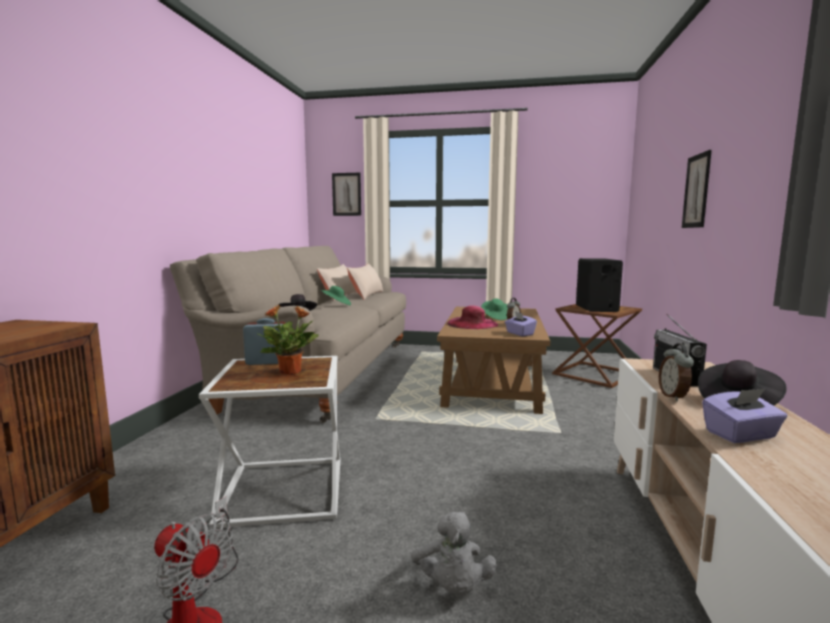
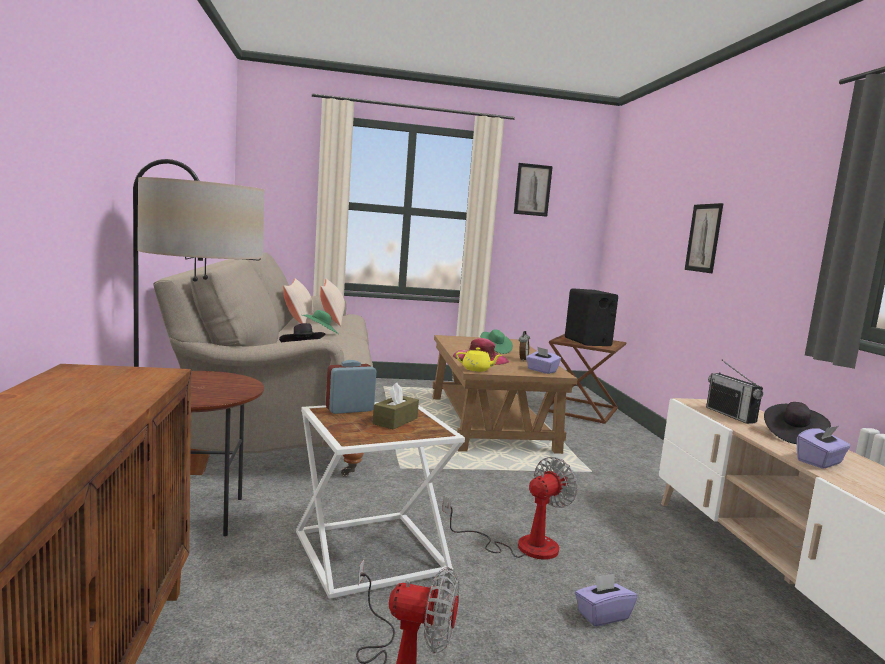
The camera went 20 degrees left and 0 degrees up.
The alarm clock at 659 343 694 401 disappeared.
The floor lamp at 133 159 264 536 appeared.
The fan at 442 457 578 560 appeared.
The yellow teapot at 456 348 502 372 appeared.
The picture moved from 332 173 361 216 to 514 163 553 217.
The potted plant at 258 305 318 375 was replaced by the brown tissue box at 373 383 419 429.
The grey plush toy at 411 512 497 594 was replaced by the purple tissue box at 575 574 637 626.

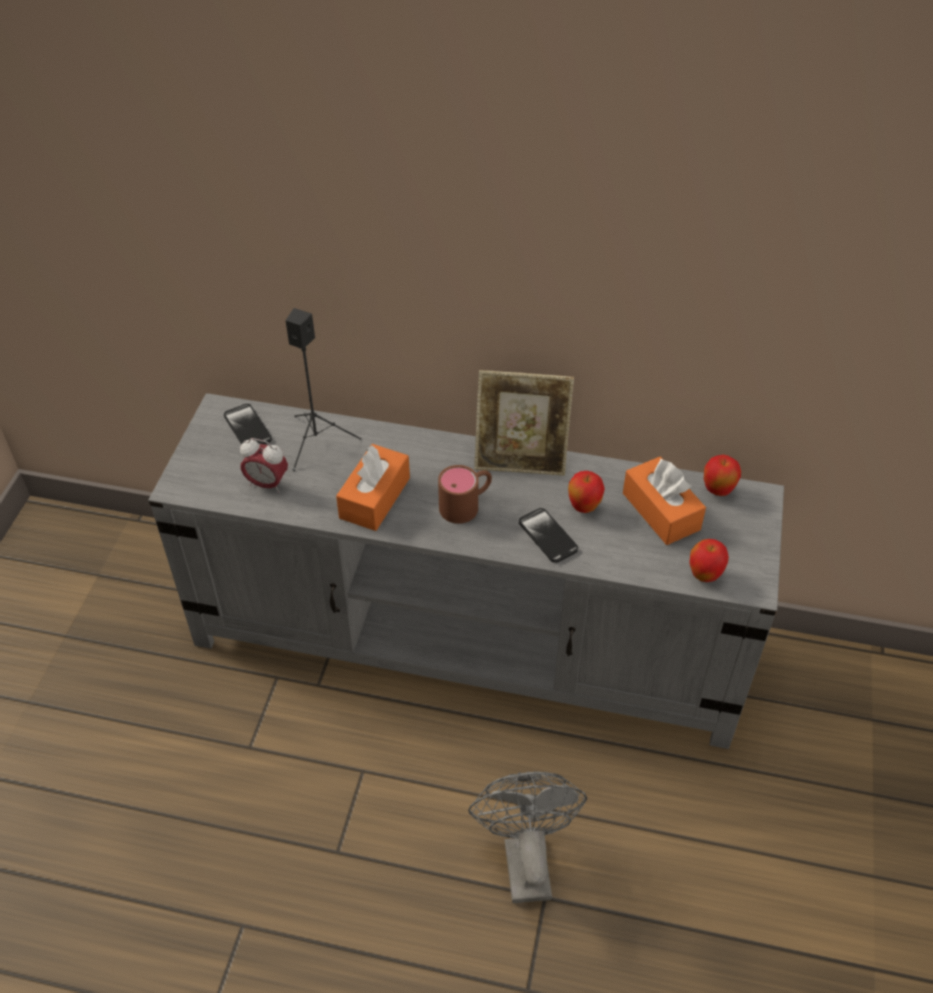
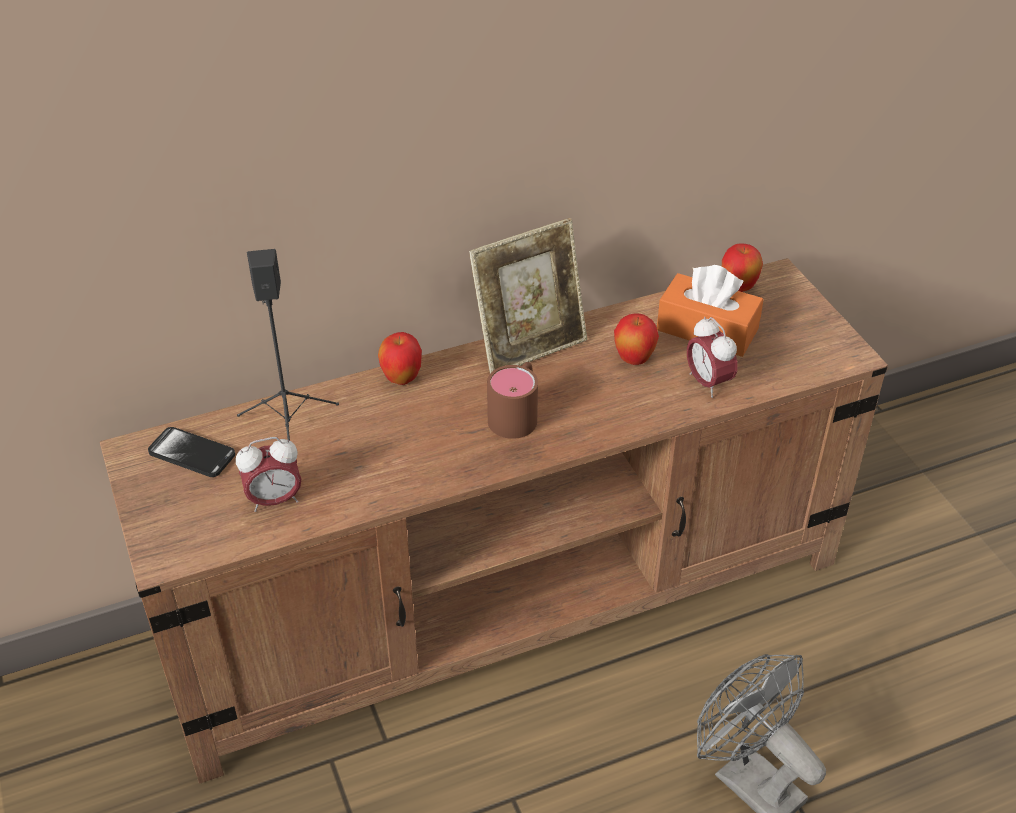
The camera went 35 degrees left and 5 degrees down.
The orange tissue box at 336 444 410 531 disappeared.
The phone at 519 508 578 563 disappeared.
The alarm clock at 687 317 738 398 appeared.
The apple moved from 689 539 729 582 to 378 332 422 385.
The grey tv stand at 148 393 784 749 became the brown tv stand at 100 258 888 784.

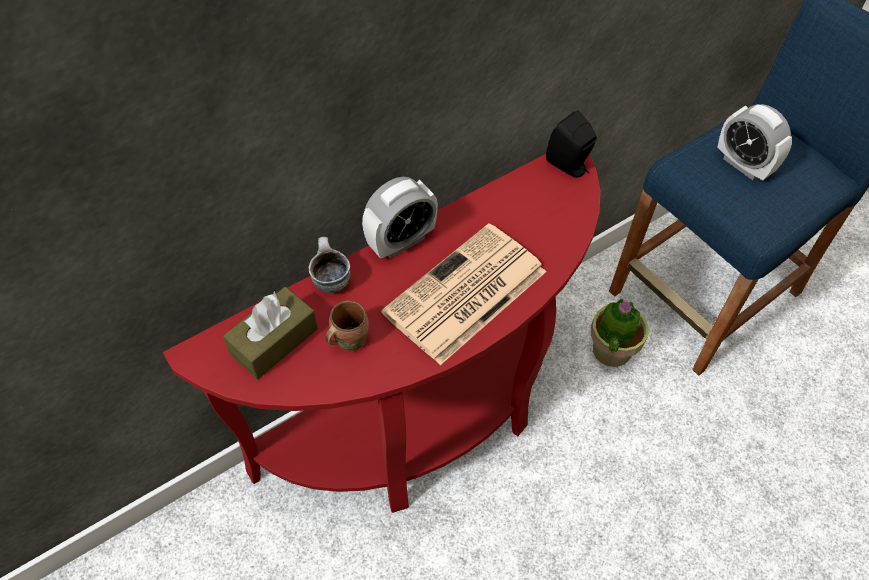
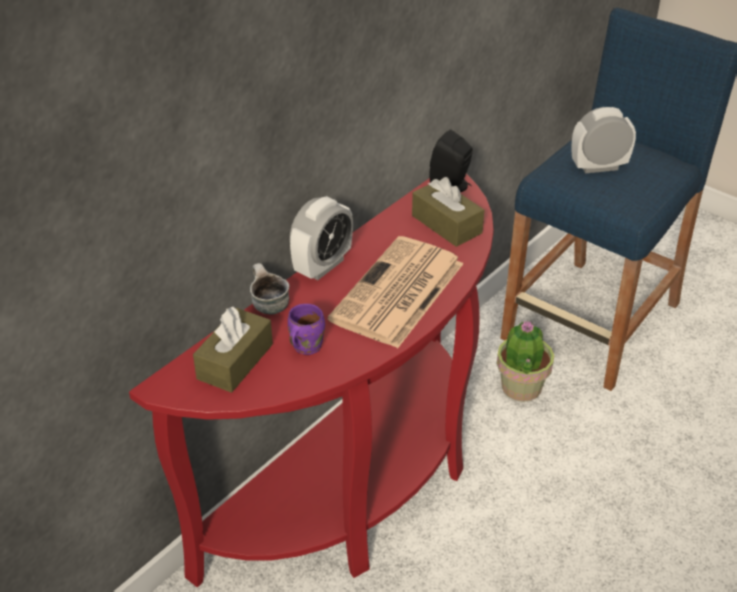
The camera went 15 degrees left and 15 degrees down.
The brown tissue box at 412 177 484 247 appeared.
The brown mug at 326 301 369 351 became the purple mug at 288 304 325 355.
The alarm clock at 717 104 792 180 turned 135 degrees clockwise.

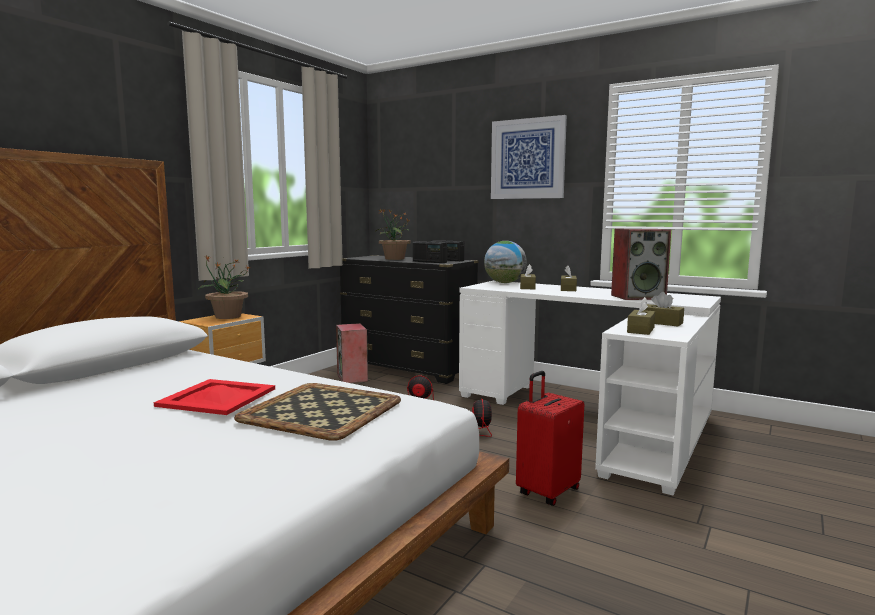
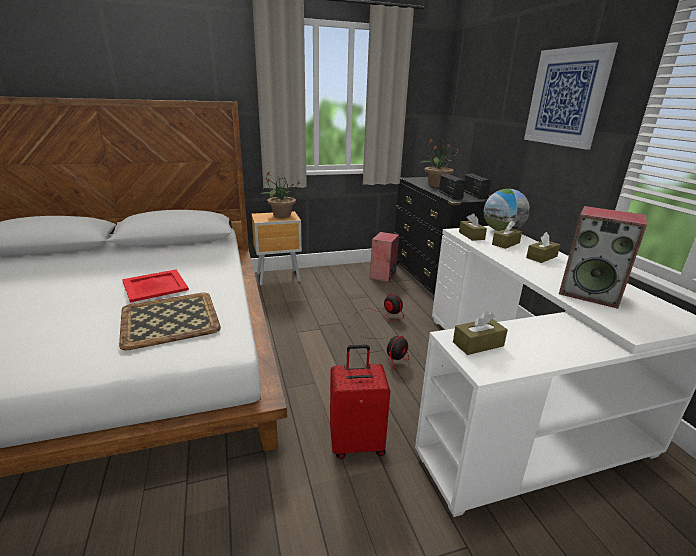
The camera went 40 degrees right and 15 degrees up.
The brown tissue box moved from 645 292 684 326 to 459 213 487 241.

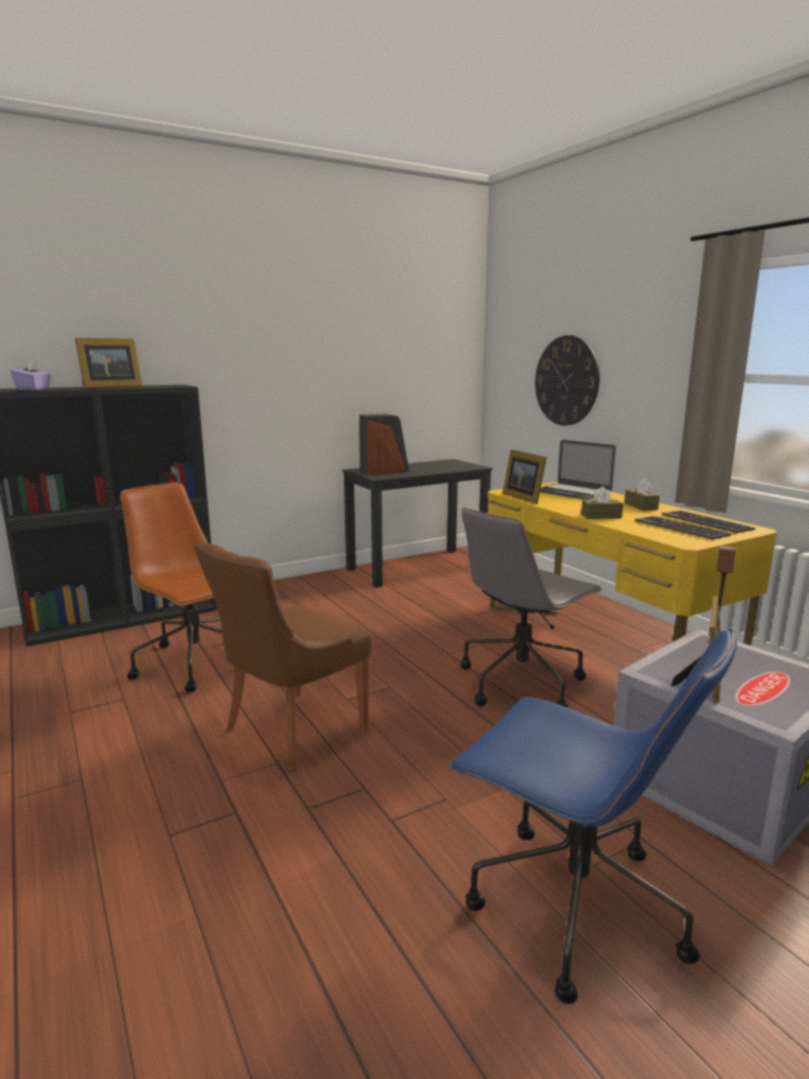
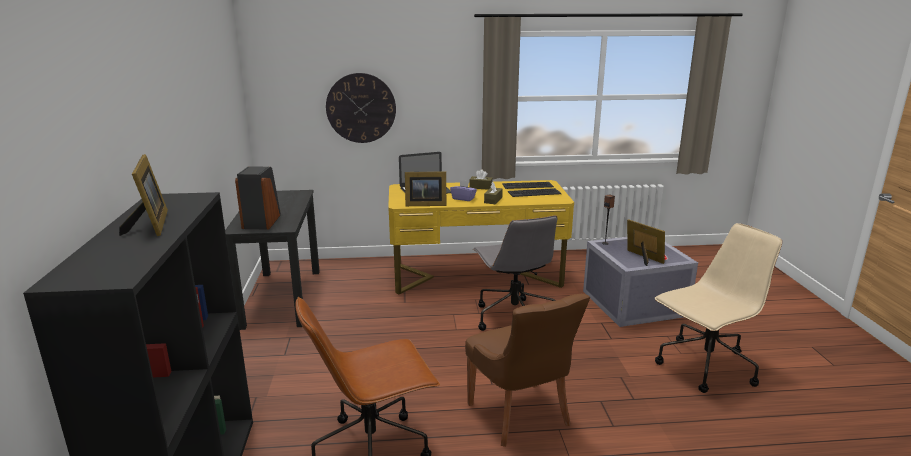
The camera went 65 degrees left and 5 degrees up.
The purple tissue box moved from 11 361 51 390 to 450 180 477 201.
The blue office chair at 448 628 737 1004 became the beige office chair at 654 223 782 393.

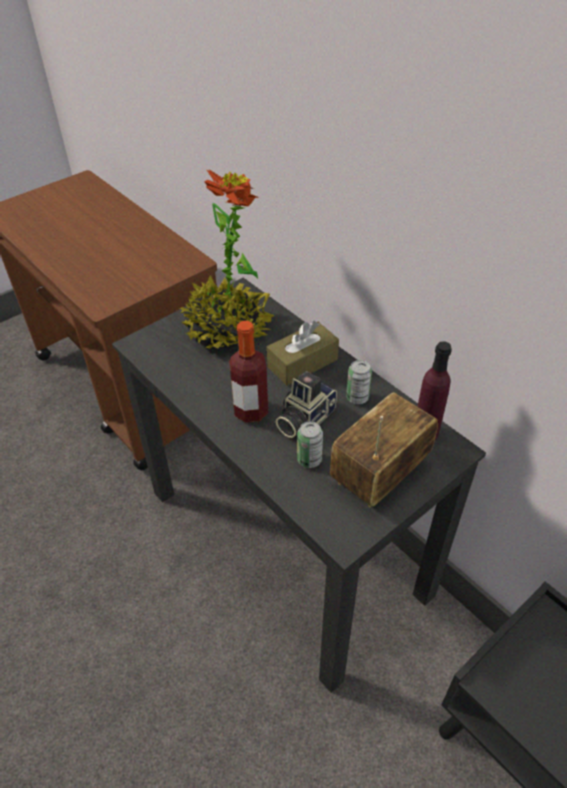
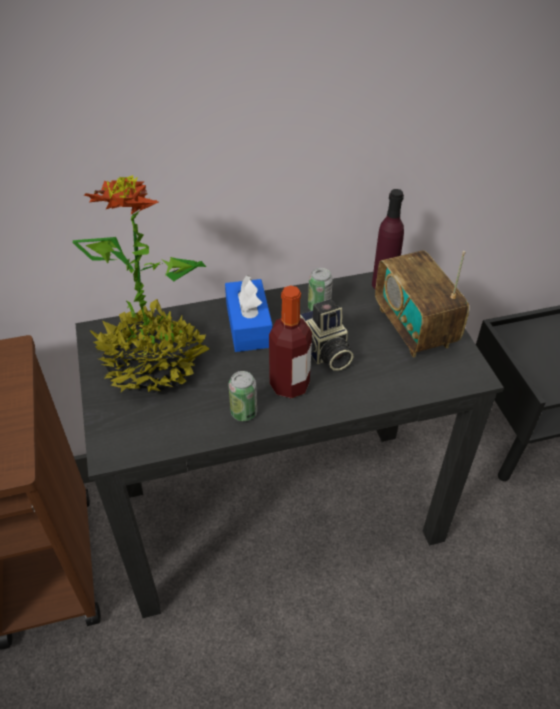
The camera went 65 degrees left and 0 degrees up.
The can moved from 297 421 323 468 to 229 371 257 421.
The brown tissue box at 266 321 339 386 became the blue tissue box at 225 275 273 352.

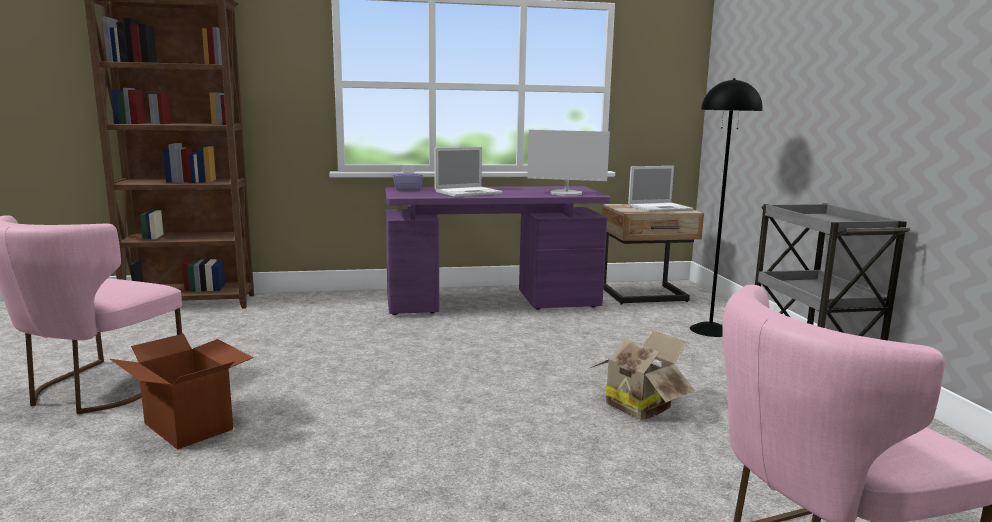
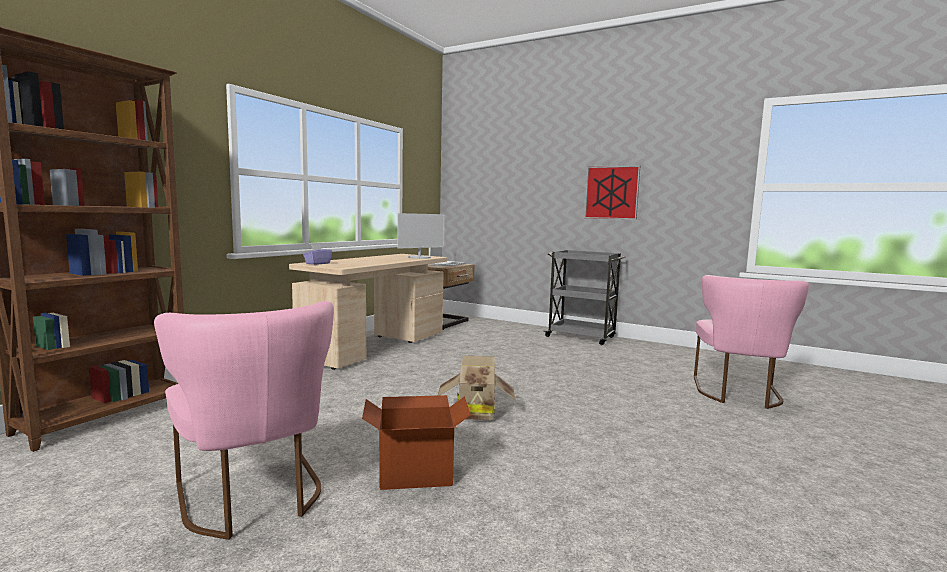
The camera went 50 degrees left and 5 degrees down.
The laptop at 434 147 503 197 disappeared.
The black floor lamp at 690 78 763 337 disappeared.
The picture at 584 165 640 220 appeared.
The cardboard box moved from 588 331 695 420 to 438 356 515 420.
The purple desk at 385 186 610 315 became the beige desk at 289 254 447 370.

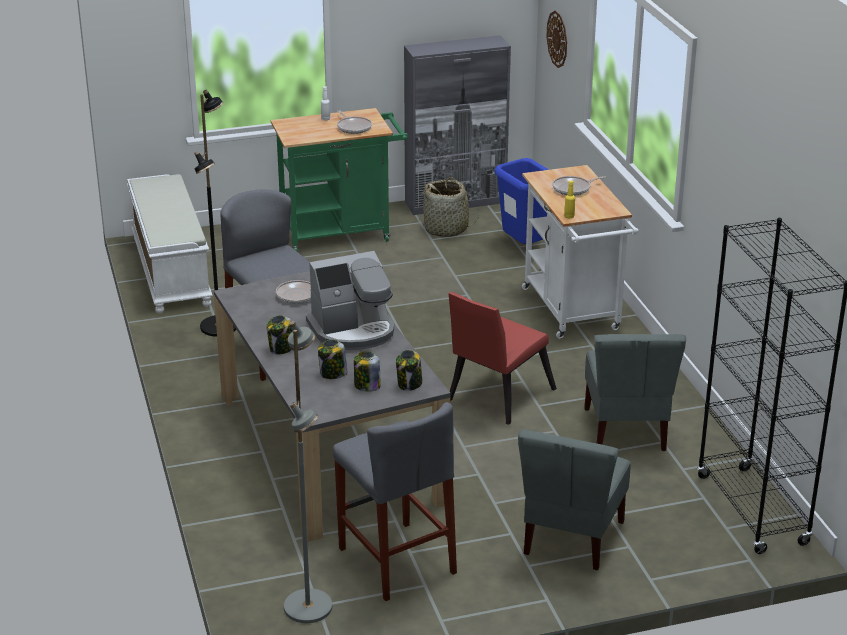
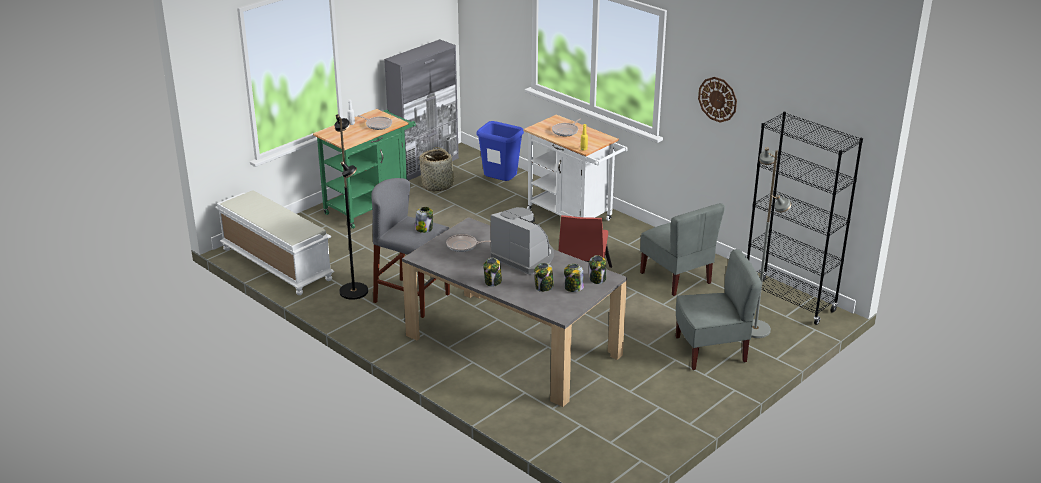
The camera went 30 degrees left and 0 degrees up.
The grey stool at 333 402 457 601 disappeared.
The jar at 415 207 433 233 appeared.
The grey floor lamp moved from 284 321 332 623 to 751 147 792 338.
The wall clock moved from 546 11 567 68 to 698 77 737 122.
The coffee machine at 306 251 394 350 turned 90 degrees counterclockwise.
The grey chair at 518 429 630 570 turned 90 degrees counterclockwise.

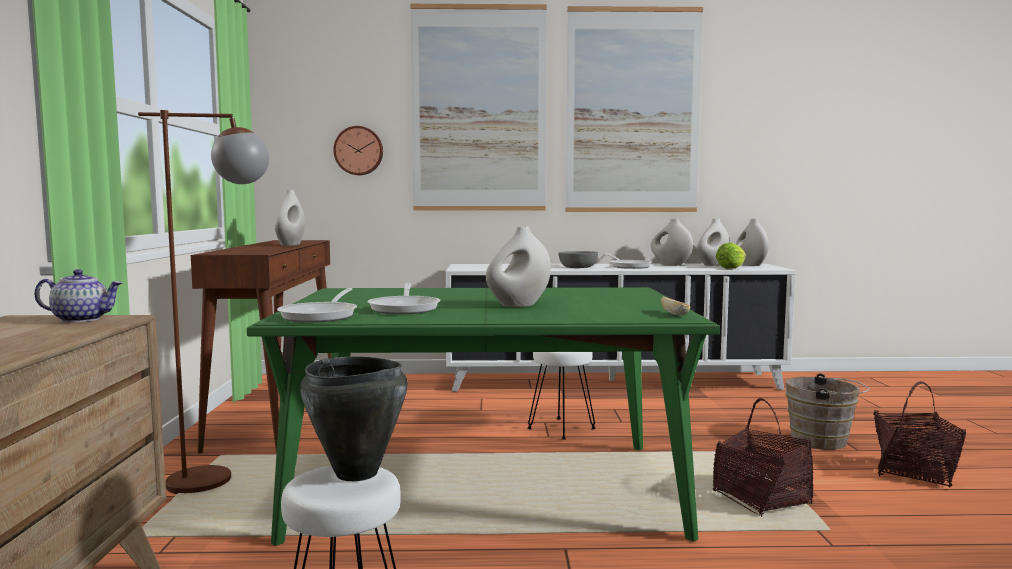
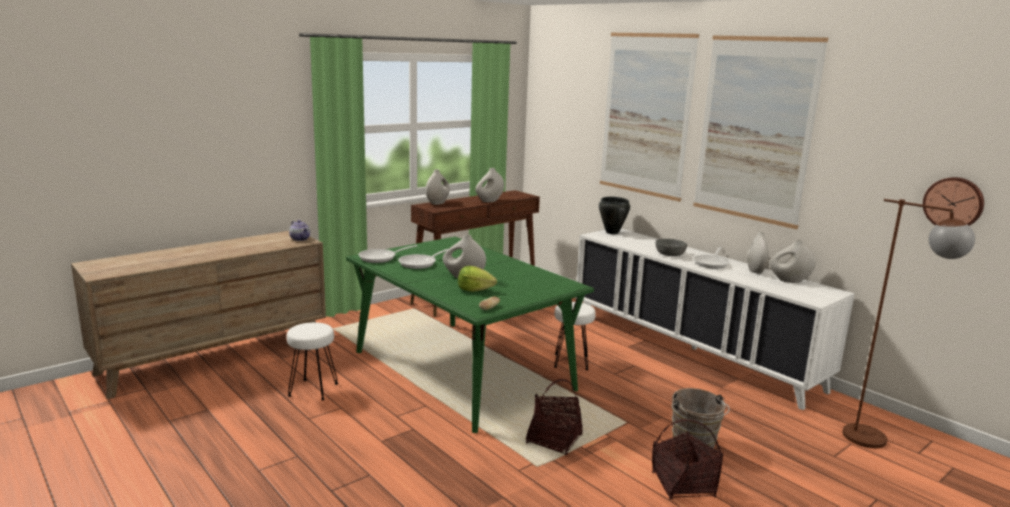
The camera went 50 degrees right and 10 degrees up.
The brown floor lamp moved from 138 110 269 494 to 842 199 975 448.
The black cooking pot moved from 300 357 408 481 to 599 197 630 234.
The wall clock moved from 333 126 383 175 to 923 177 984 226.
The lettuce moved from 716 243 746 269 to 458 266 497 292.
The white vase moved from 736 219 769 266 to 426 169 450 205.

